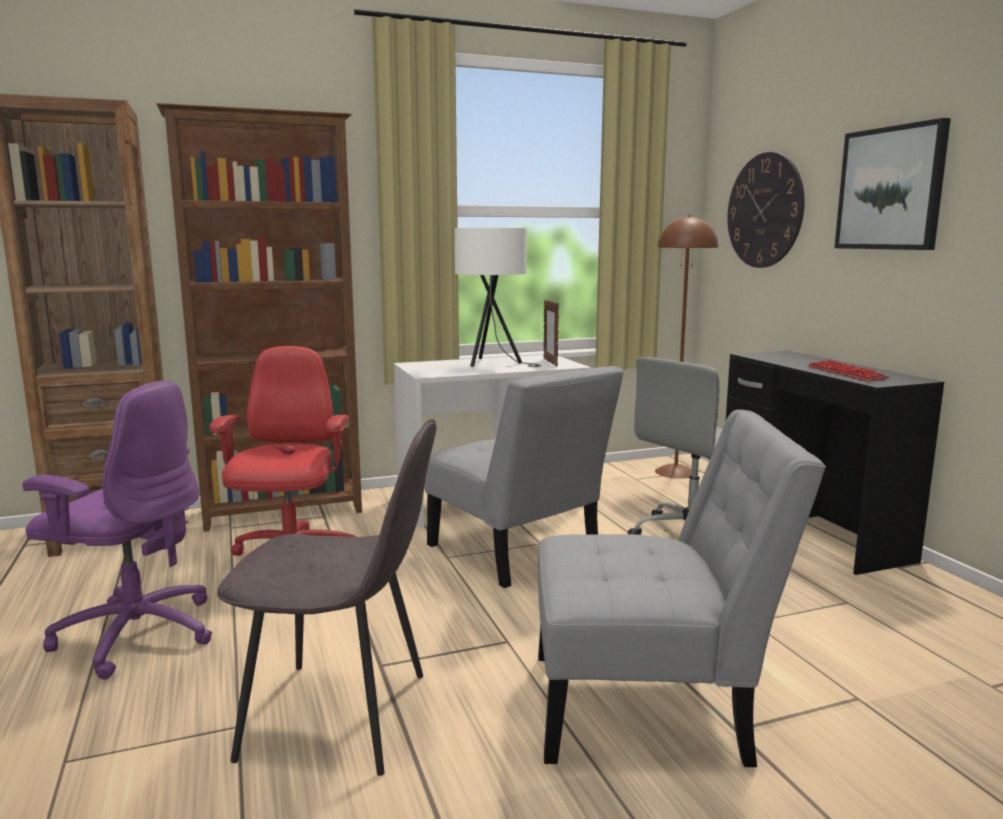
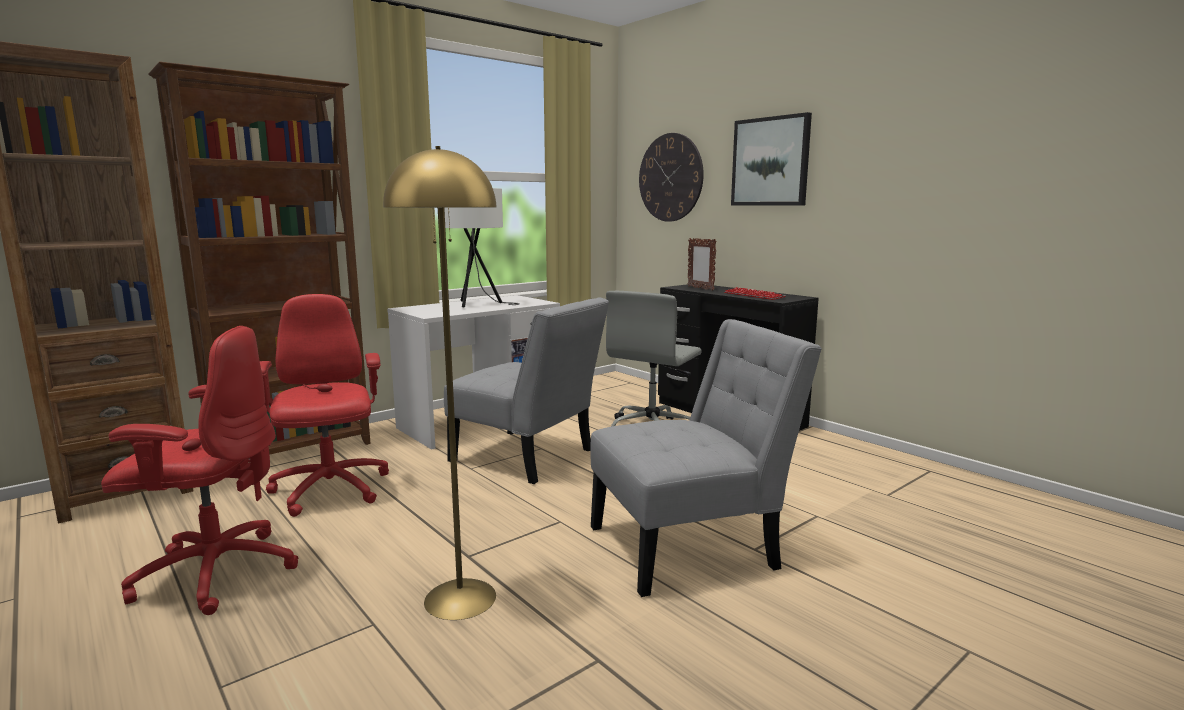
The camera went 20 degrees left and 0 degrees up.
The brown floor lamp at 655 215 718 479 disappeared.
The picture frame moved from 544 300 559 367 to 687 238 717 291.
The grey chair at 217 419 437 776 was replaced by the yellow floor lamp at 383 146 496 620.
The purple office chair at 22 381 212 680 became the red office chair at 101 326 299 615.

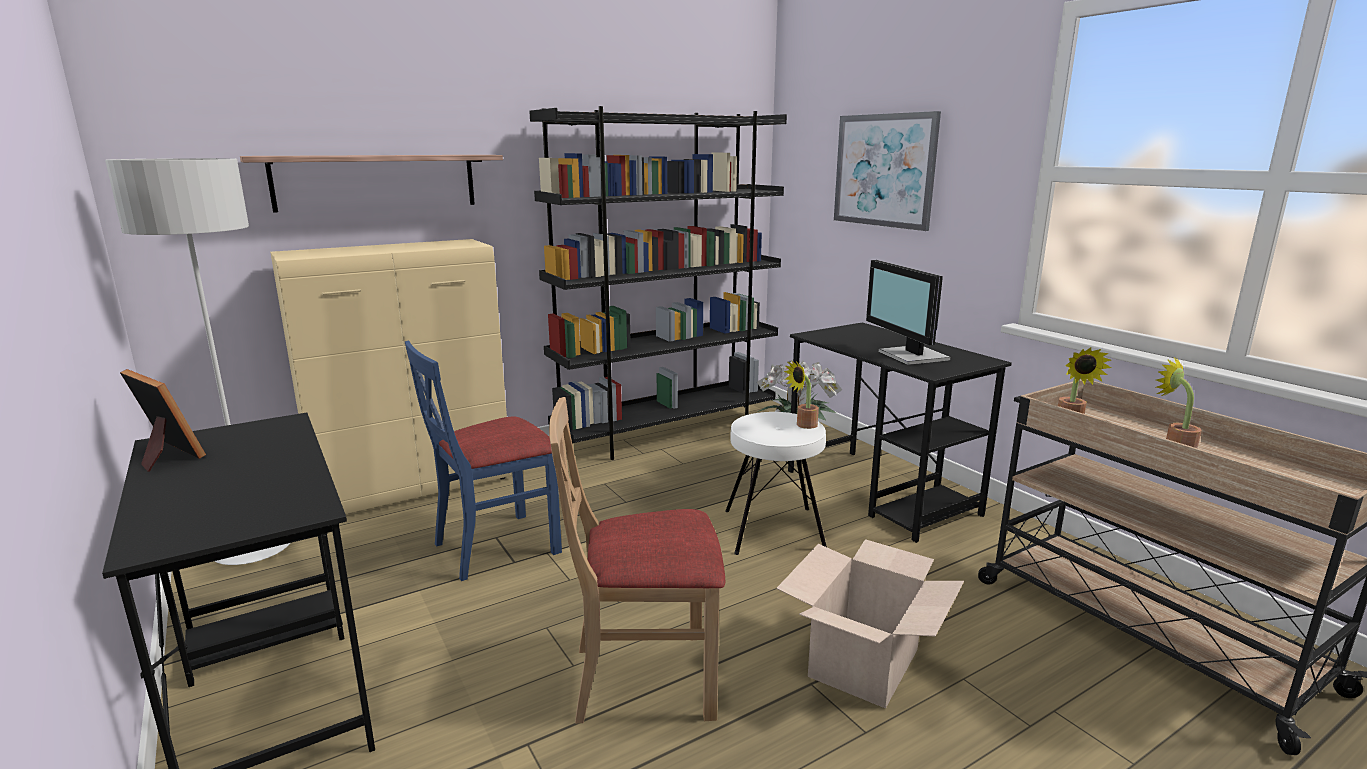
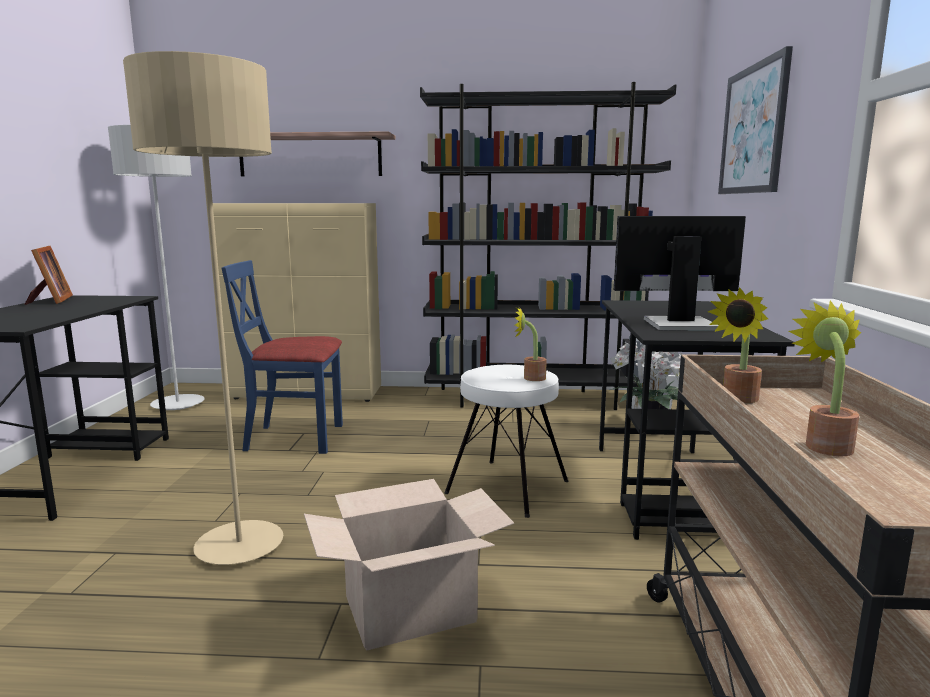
The camera went 35 degrees right and 5 degrees down.
The beige chair at 549 397 725 724 was replaced by the beige floor lamp at 123 51 283 565.
The monitor at 866 260 950 365 turned 75 degrees clockwise.

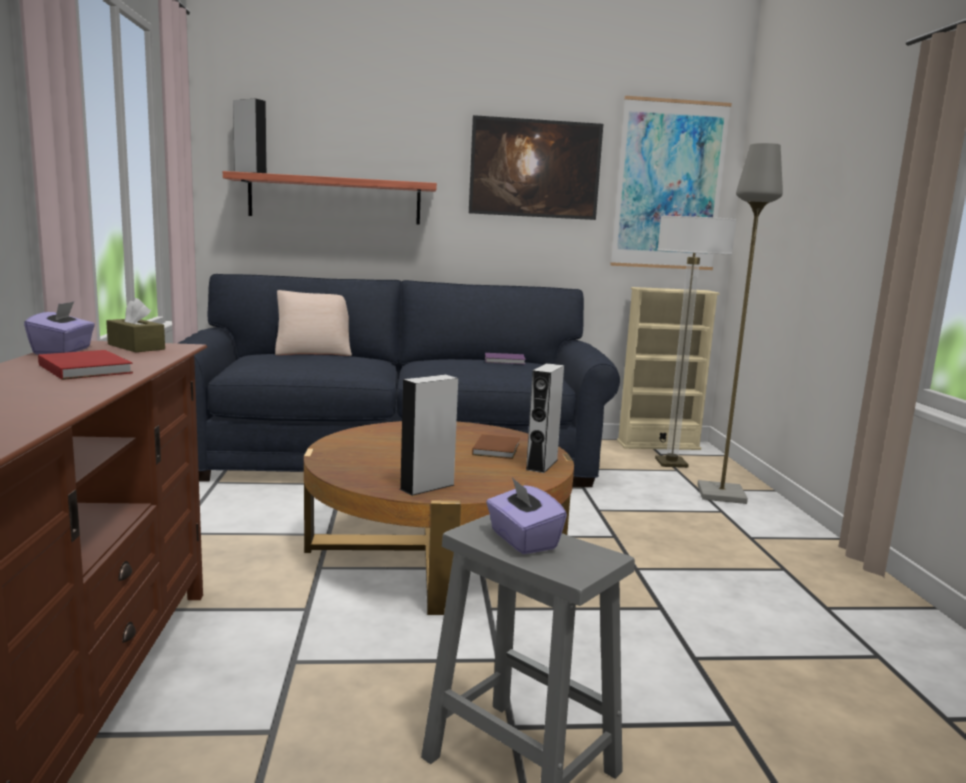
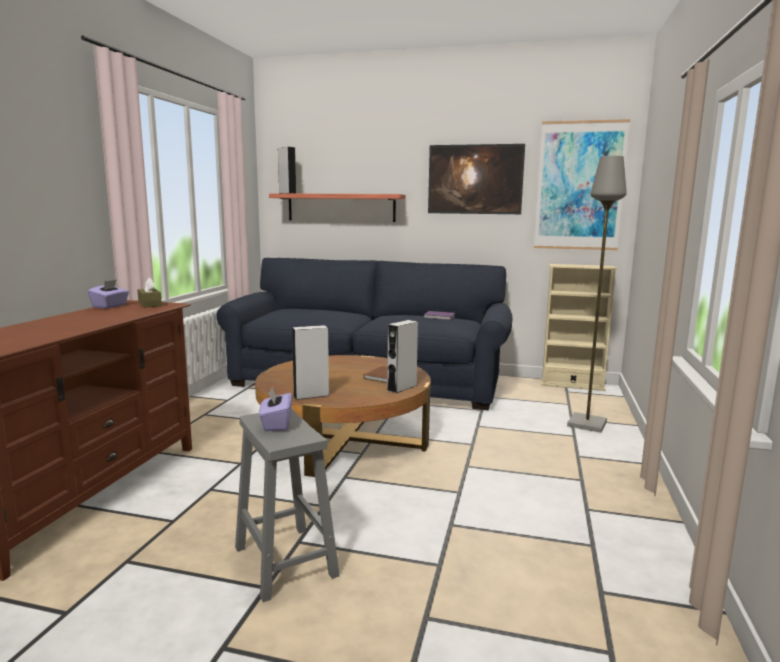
The camera went 20 degrees right and 0 degrees up.
The red book at 38 350 133 380 disappeared.
The beige pillow at 275 290 352 356 disappeared.
The floor lamp at 655 216 737 468 disappeared.

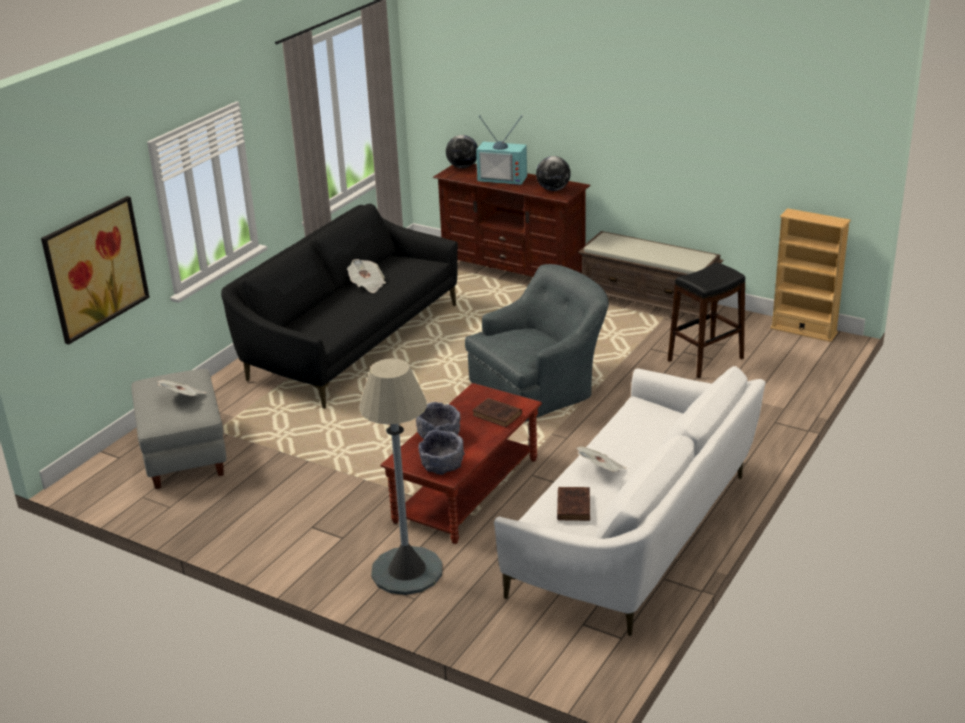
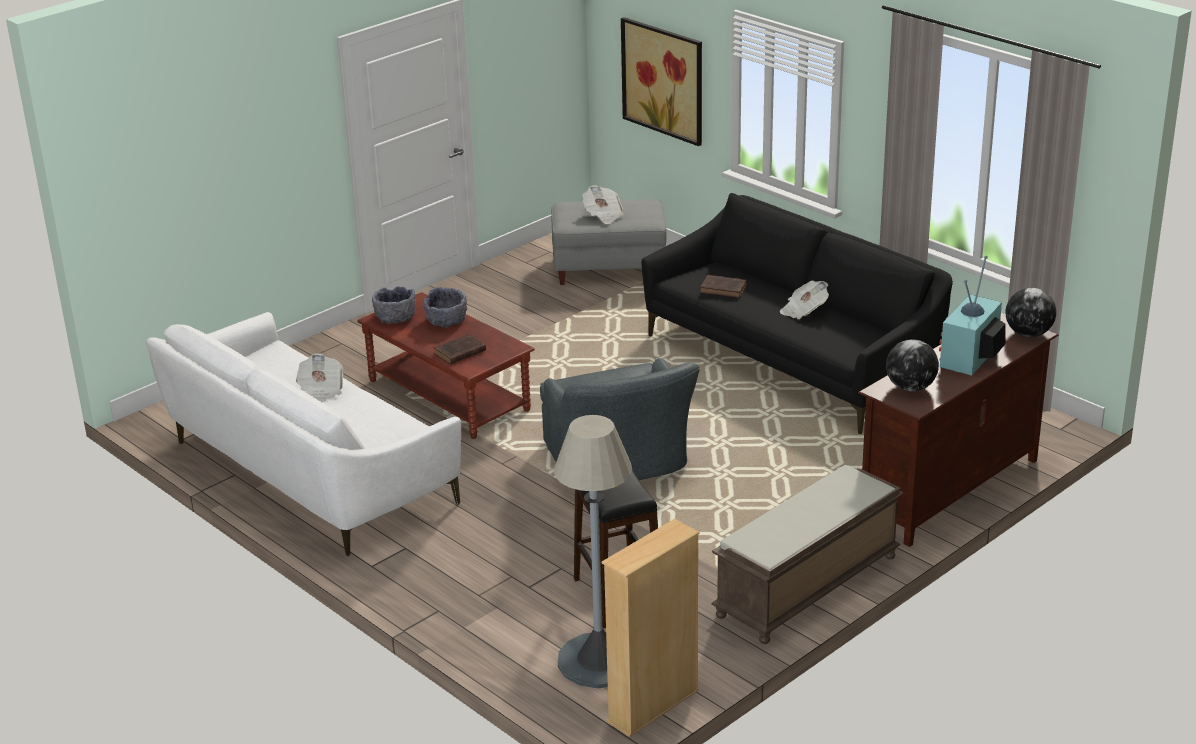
The camera went 105 degrees right and 0 degrees up.
The grey floor lamp moved from 359 358 442 595 to 554 415 633 688.
The brown book moved from 557 487 590 521 to 700 275 747 298.

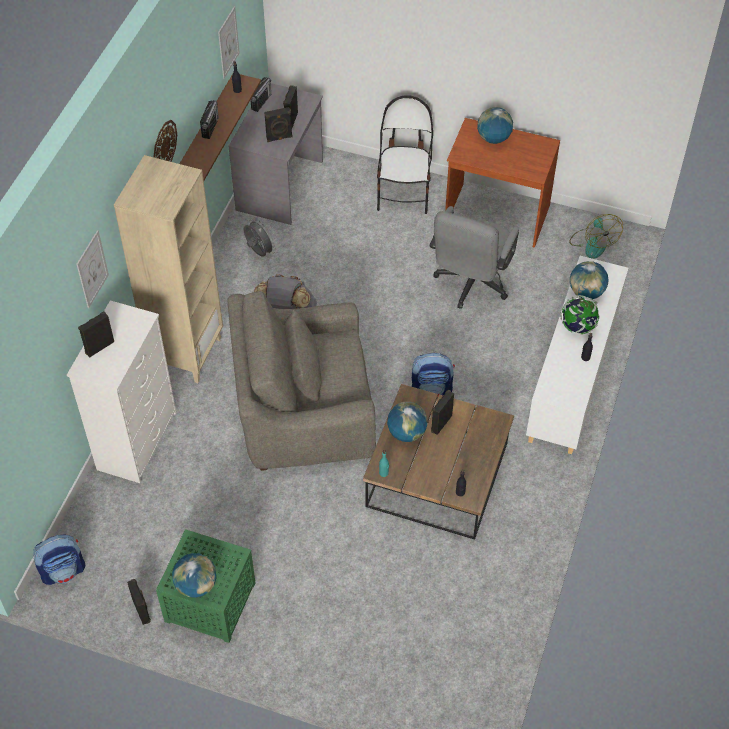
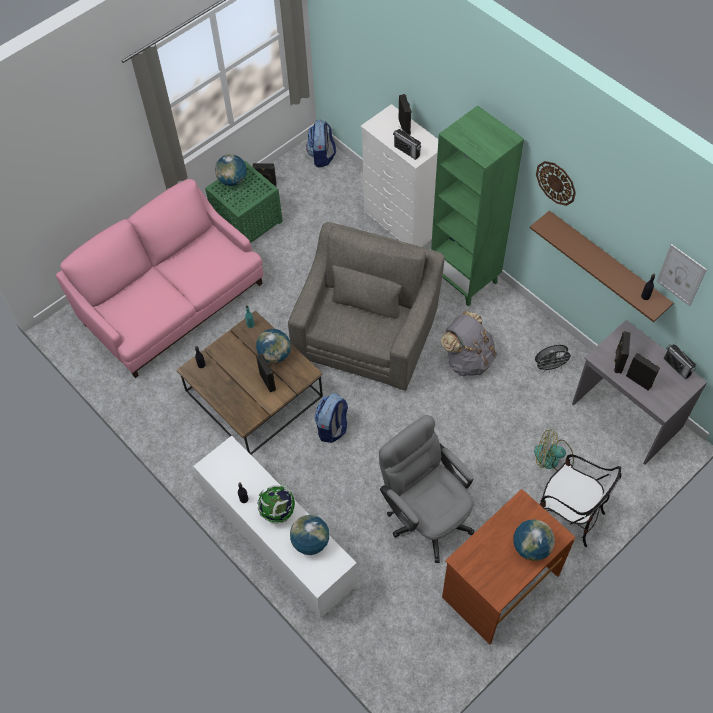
The camera went 120 degrees right and 5 degrees up.
The picture at 76 230 109 308 disappeared.
The pink sofa at 56 179 263 378 appeared.
The radio moved from 200 100 219 139 to 393 126 421 160.
The fan moved from 569 214 623 259 to 534 429 574 470.
The beige bookcase at 114 155 223 383 became the green bookcase at 431 105 524 307.

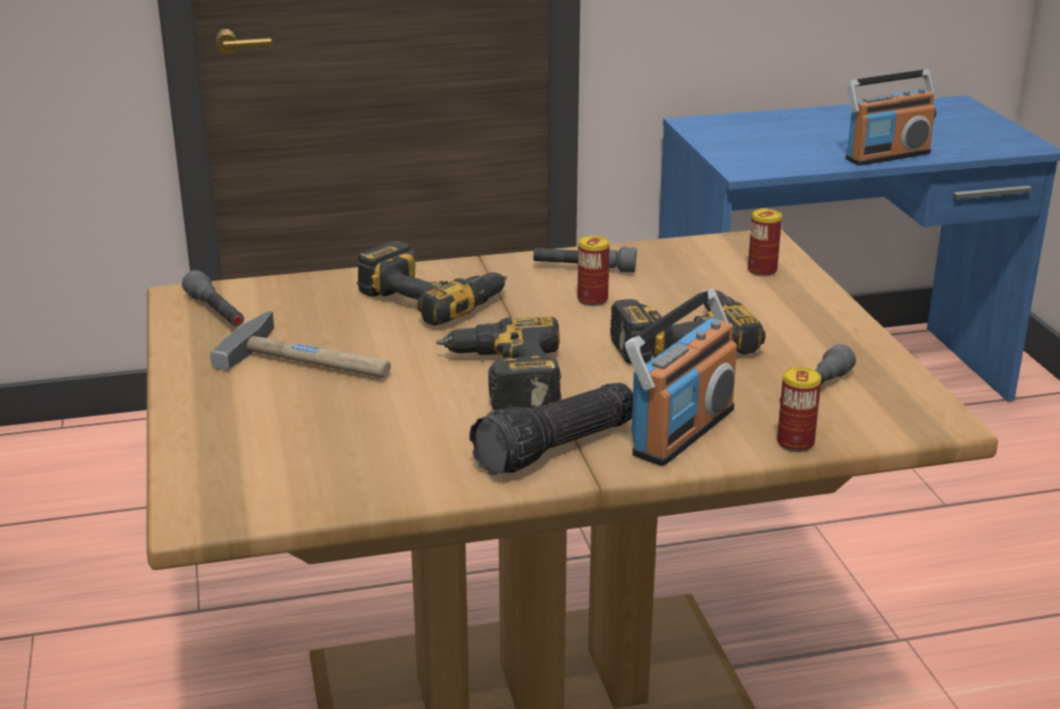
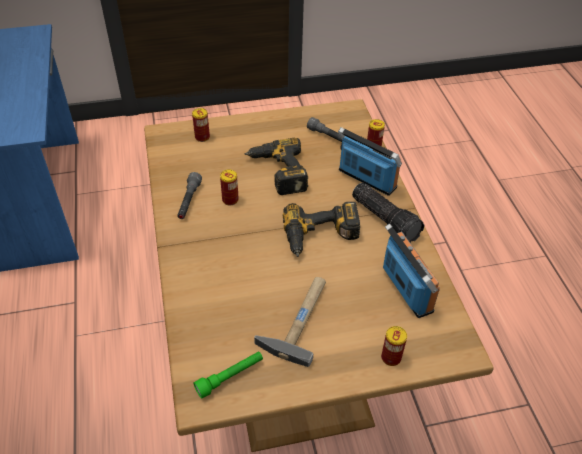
The camera went 90 degrees left and 20 degrees up.
The power drill at 356 241 507 326 disappeared.
The can at 381 326 407 366 appeared.
The radio moved from 846 69 936 166 to 383 223 440 318.
The grey flashlight at 182 270 244 326 became the green flashlight at 193 352 263 398.

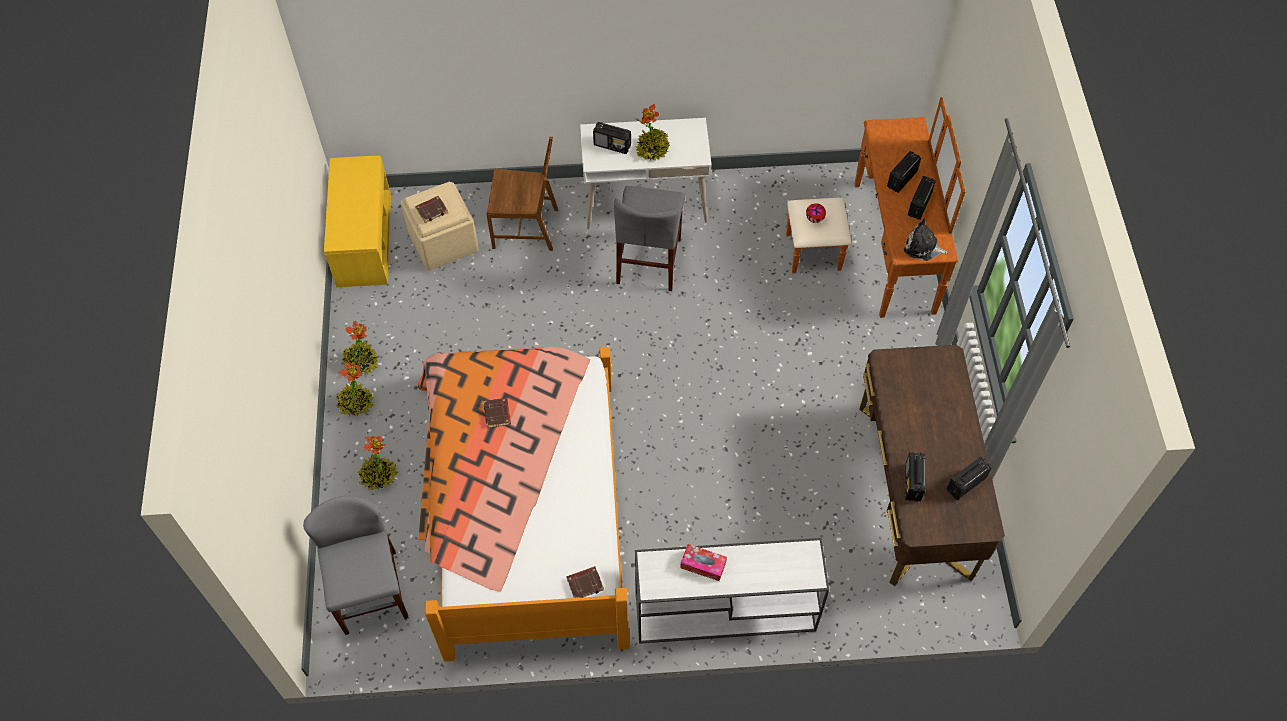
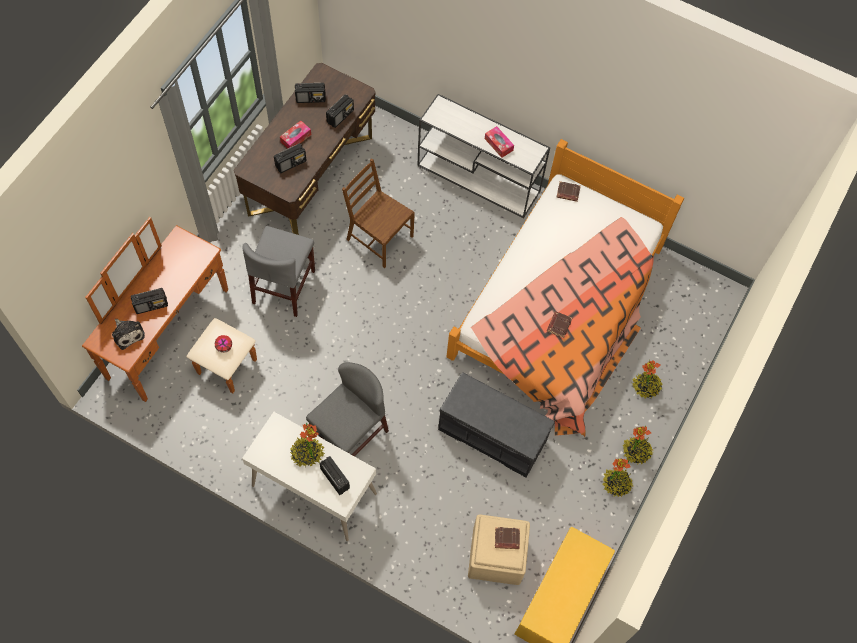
The camera went 150 degrees left and 5 degrees up.
The tissue box at 280 121 311 148 appeared.
The grey bench at 438 372 555 477 appeared.
The grey chair moved from 303 495 409 635 to 242 226 315 317.
The brown chair moved from 487 137 558 251 to 342 158 415 268.
The plush toy moved from 904 218 948 261 to 112 319 145 350.
The radio moved from 908 176 936 220 to 274 143 307 173.

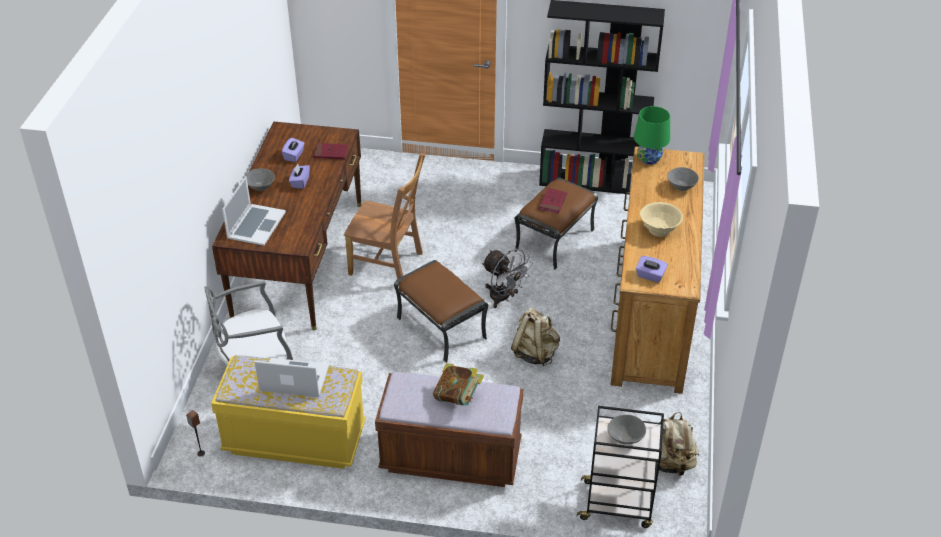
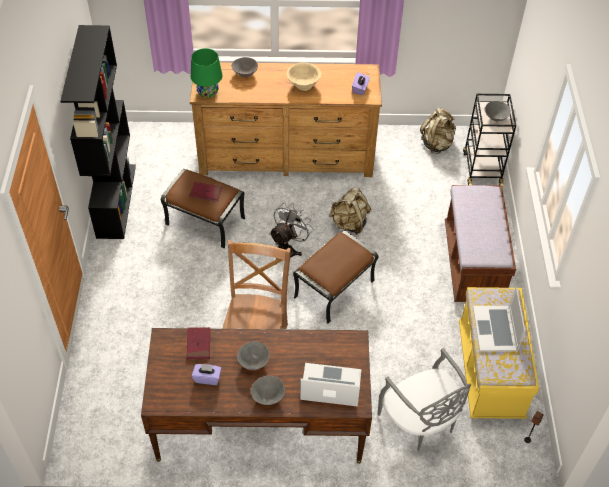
The camera went 100 degrees left and 10 degrees up.
The book at 433 363 484 406 disappeared.
The purple tissue box at 289 164 310 189 was replaced by the grey bowl at 237 341 270 370.

